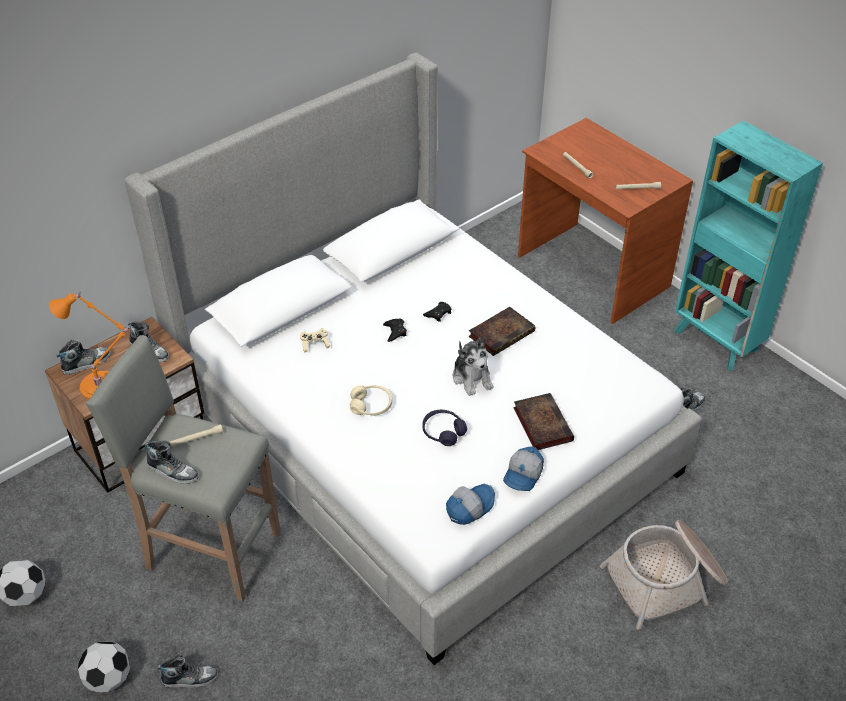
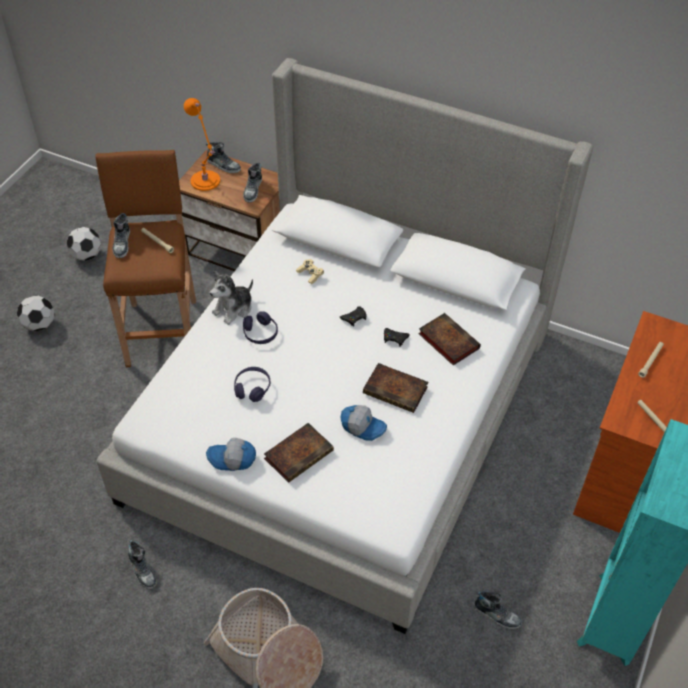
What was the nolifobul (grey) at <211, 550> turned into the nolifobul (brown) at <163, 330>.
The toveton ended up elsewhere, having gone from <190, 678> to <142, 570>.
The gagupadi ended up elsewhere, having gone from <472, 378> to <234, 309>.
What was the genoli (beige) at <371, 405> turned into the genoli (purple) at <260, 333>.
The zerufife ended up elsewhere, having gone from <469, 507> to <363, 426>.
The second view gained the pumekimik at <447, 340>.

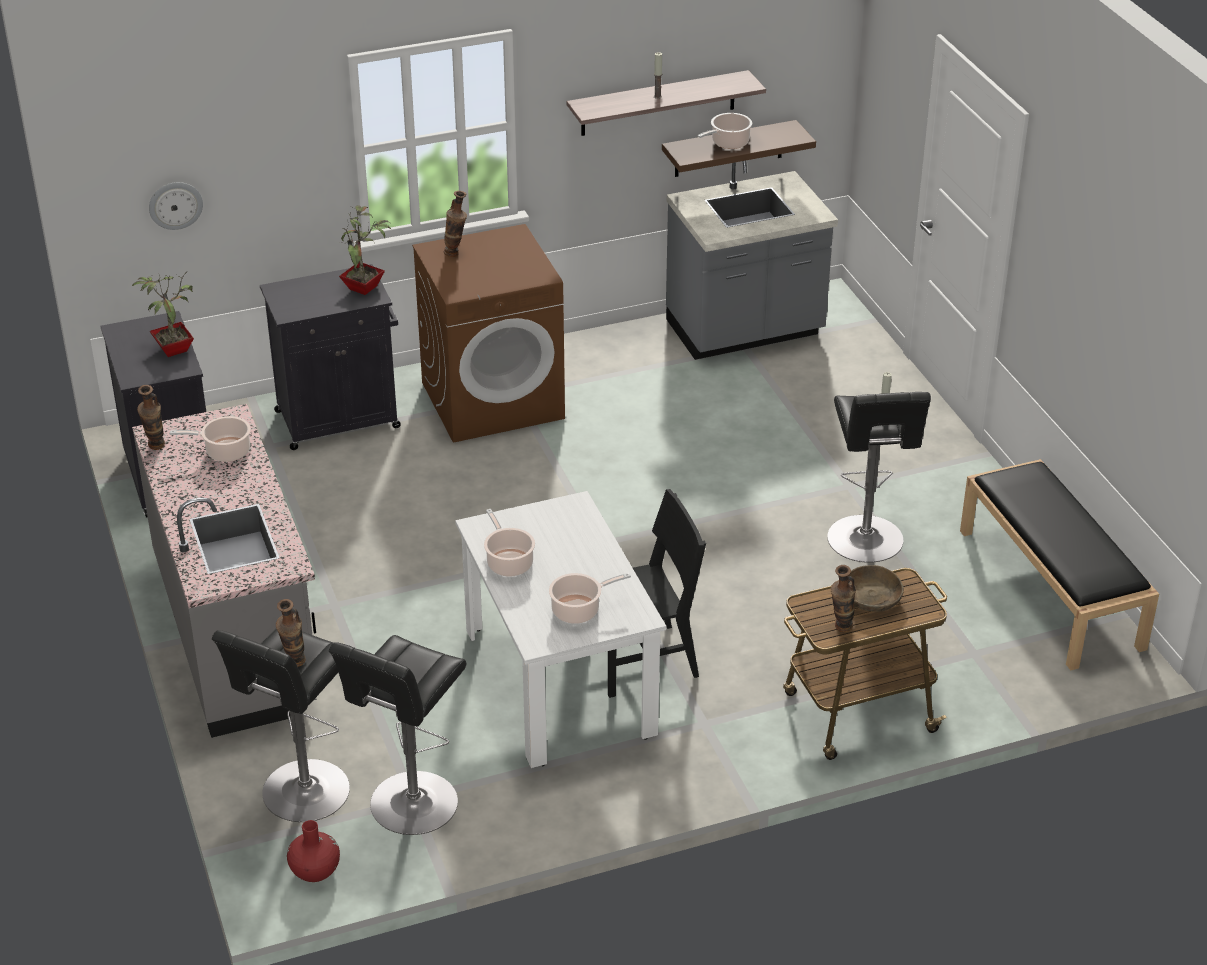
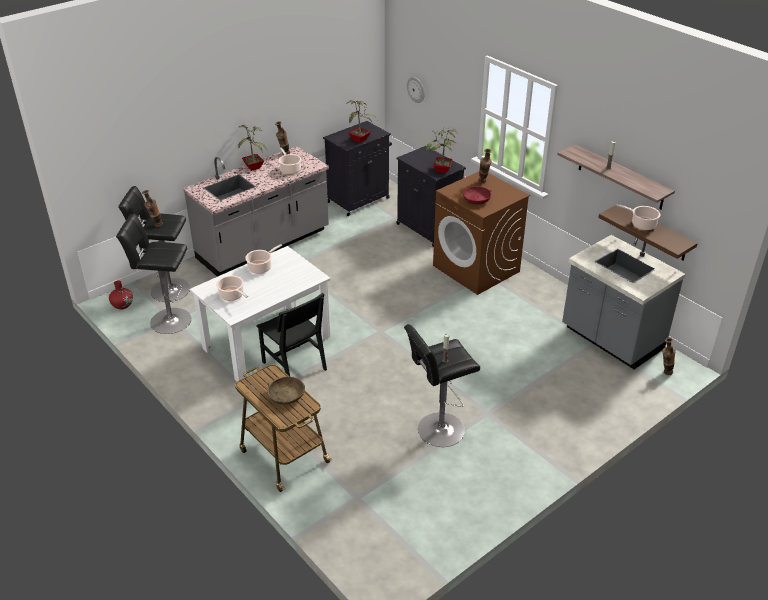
The second view gained the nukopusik at <254, 167>.
The second view gained the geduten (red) at <476, 199>.
The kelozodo ended up elsewhere, having gone from <840, 630> to <664, 372>.
The second view lost the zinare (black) at <1052, 589>.

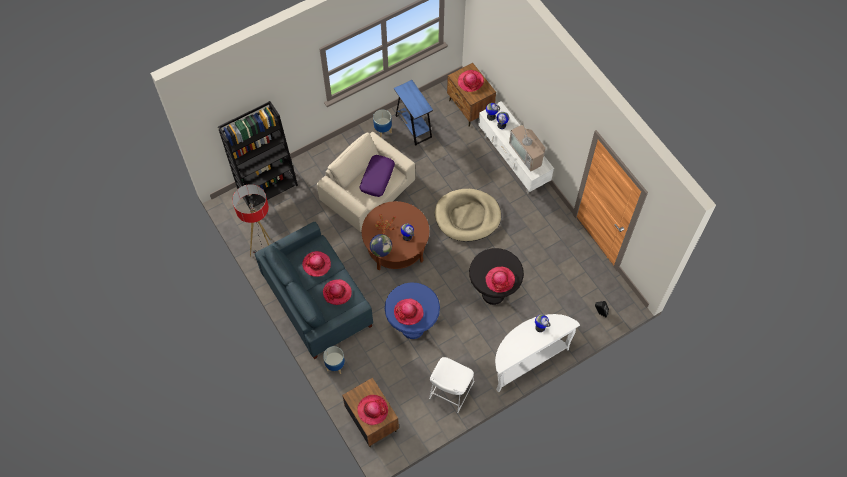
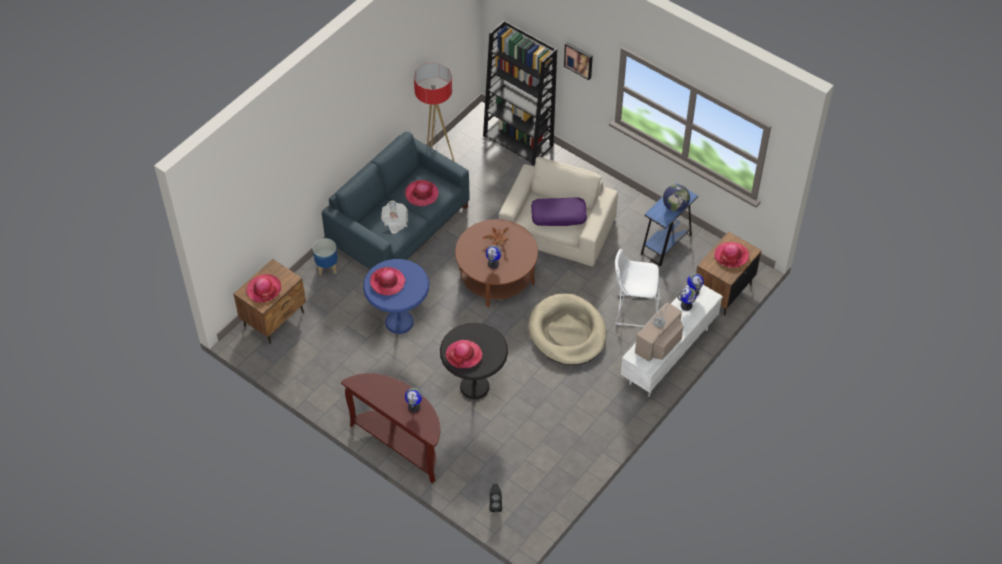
What was the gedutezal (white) at <526, 360> turned into the gedutezal (brown) at <401, 444>.
Where the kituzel stood at <337, 292>, the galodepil came to stand at <395, 222>.
The second view gained the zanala at <579, 60>.
The nolifobul (white) ended up elsewhere, having gone from <450, 392> to <634, 311>.
The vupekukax ended up elsewhere, having gone from <381, 250> to <675, 206>.
The second view lost the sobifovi at <382, 130>.

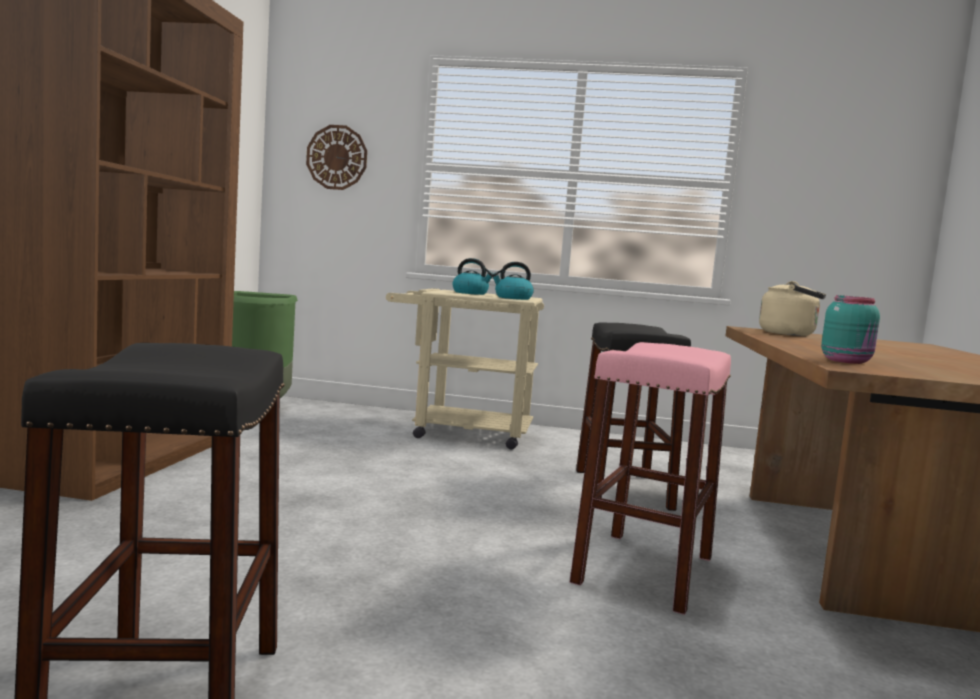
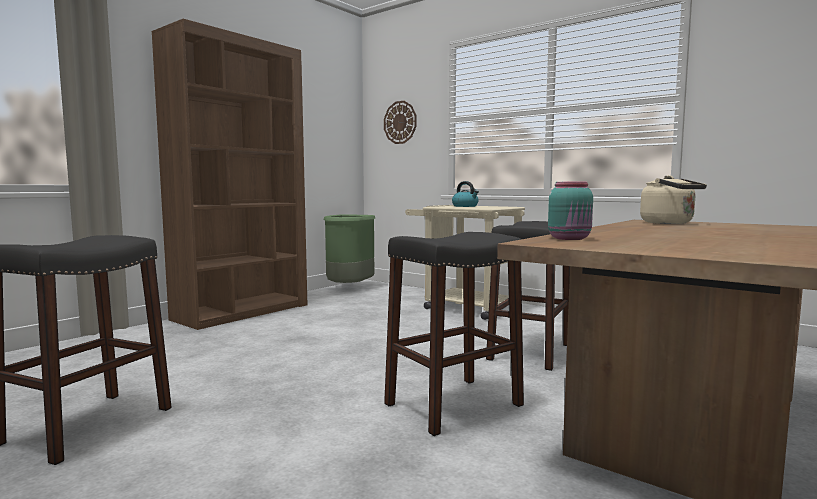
What was the nolifobul (pink) at <644, 569> turned into the nolifobul (black) at <454, 404>.
The second view lost the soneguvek at <512, 298>.

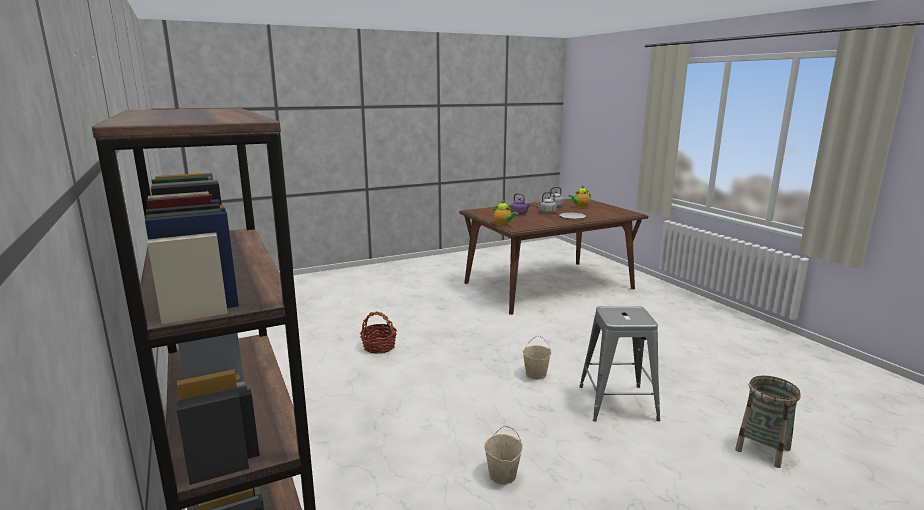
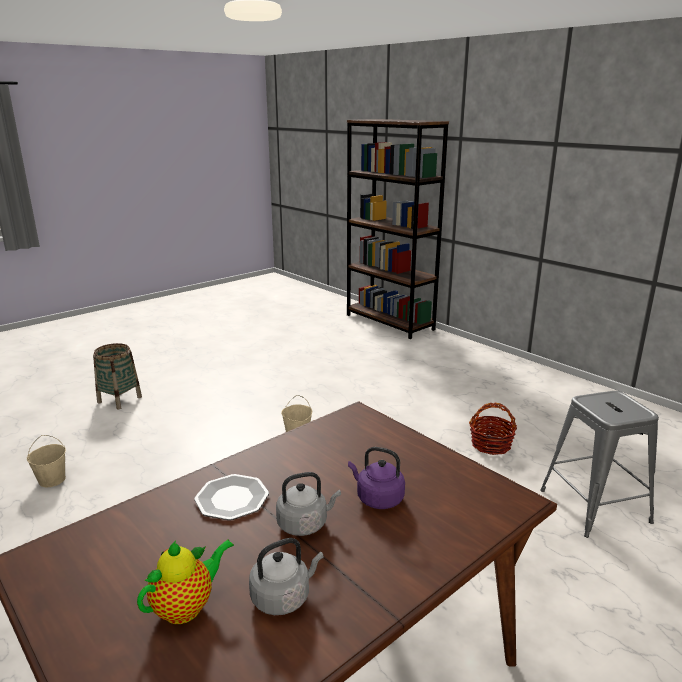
The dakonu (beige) ended up elsewhere, having gone from <502, 475> to <52, 480>.
The nolifobul (grey) ended up elsewhere, having gone from <618, 403> to <593, 506>.
The second view lost the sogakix at <503, 224>.

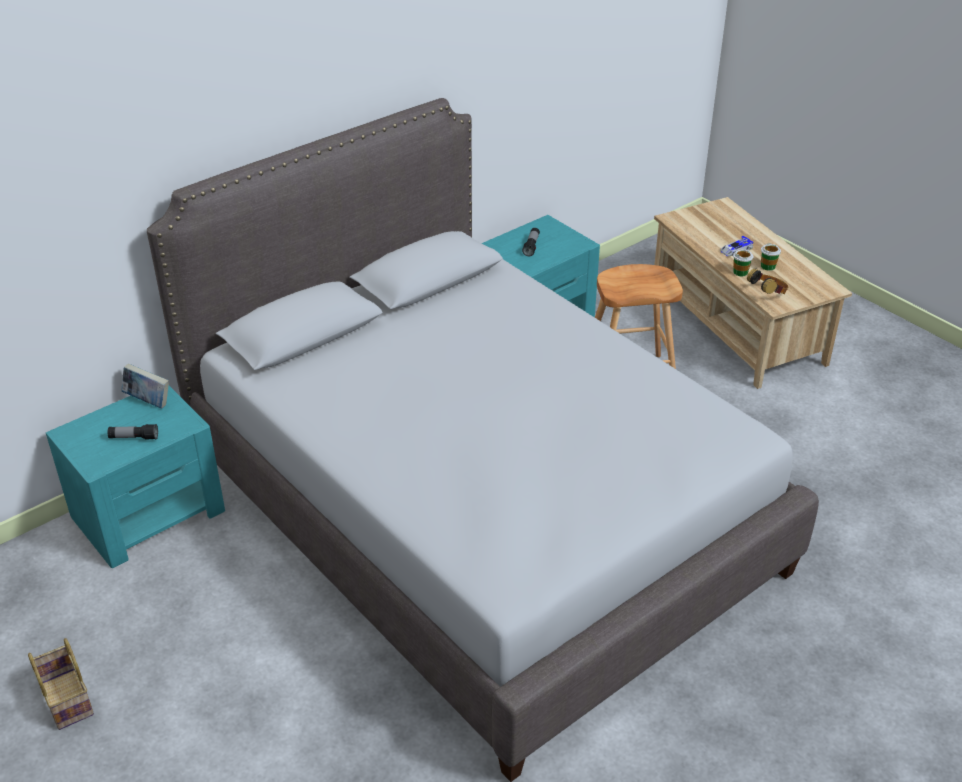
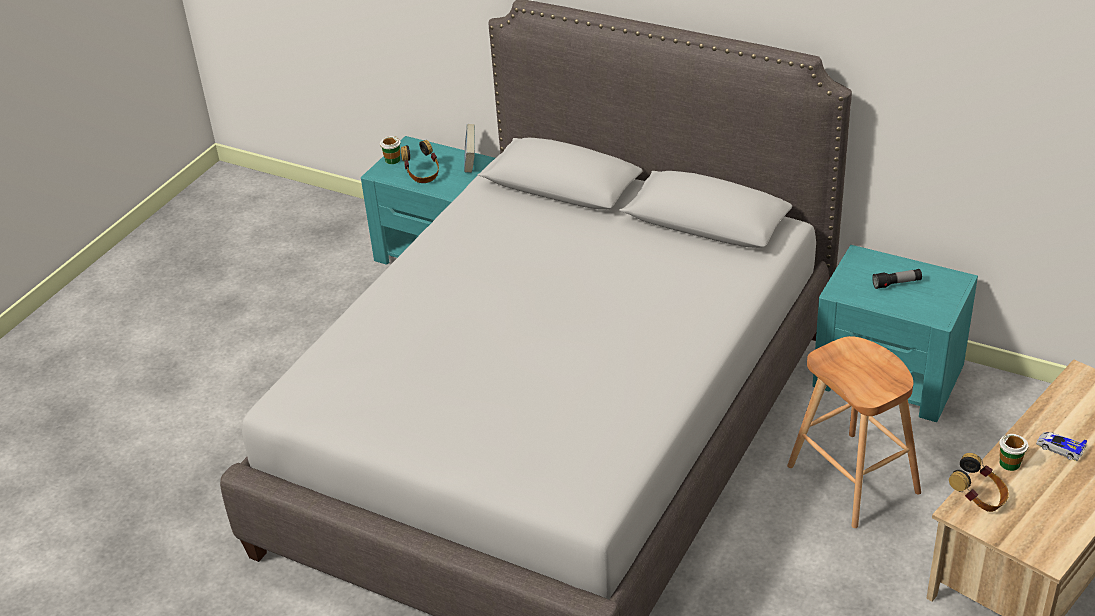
The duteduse ended up elsewhere, having gone from <768, 266> to <392, 160>.
Where the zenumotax stood at <134, 438>, the genoli came to stand at <422, 175>.
The second view lost the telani at <65, 699>.

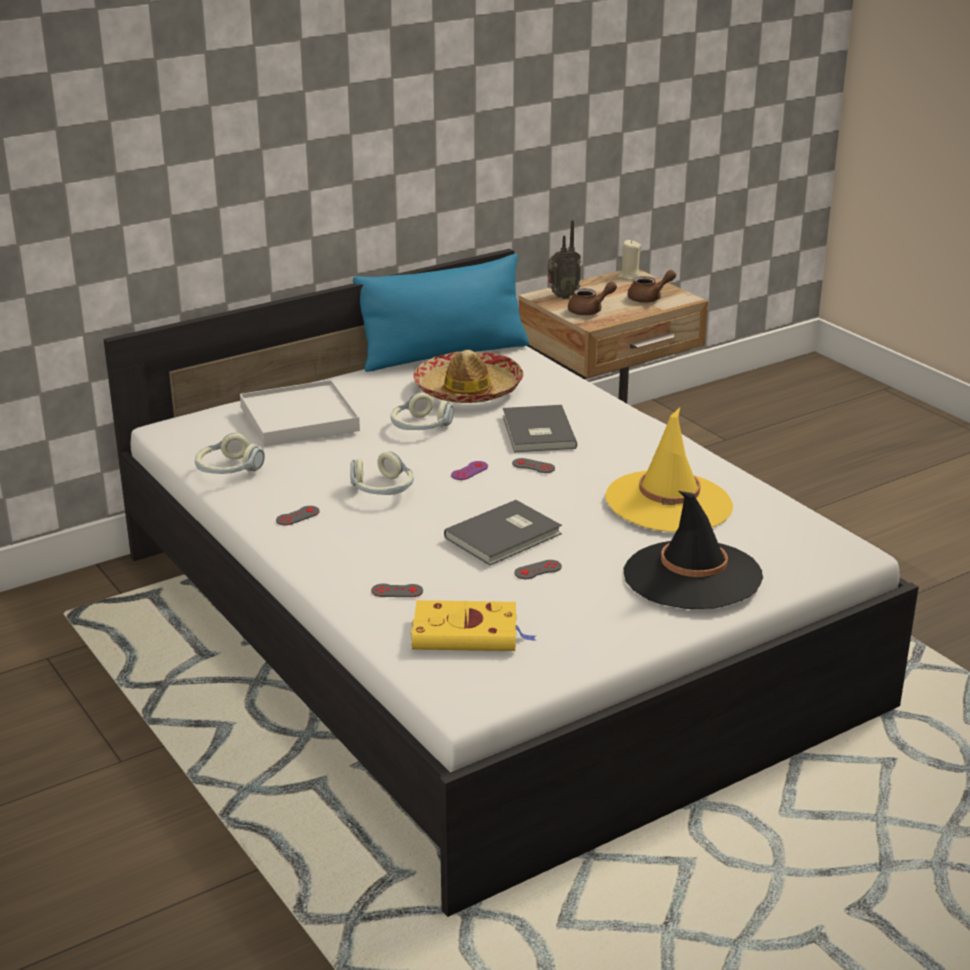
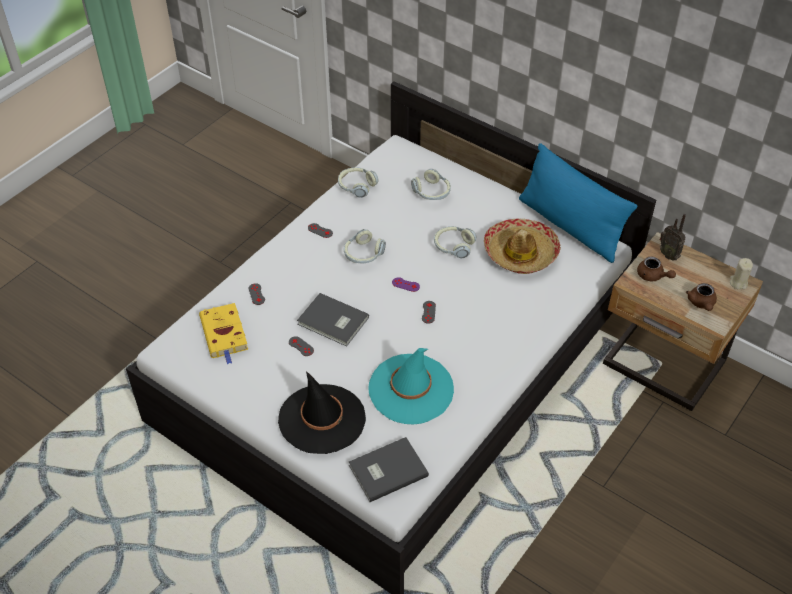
The pumekimik (grey) ended up elsewhere, having gone from <536, 432> to <386, 470>.
What was the kituzel (yellow) at <669, 502> turned into the kituzel (turquoise) at <411, 389>.
Where the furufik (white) stood at <299, 419>, the genoli came to stand at <432, 192>.
The sogakix (brown) at <649, 298> ended up facing another way, 45 degrees clockwise from before.

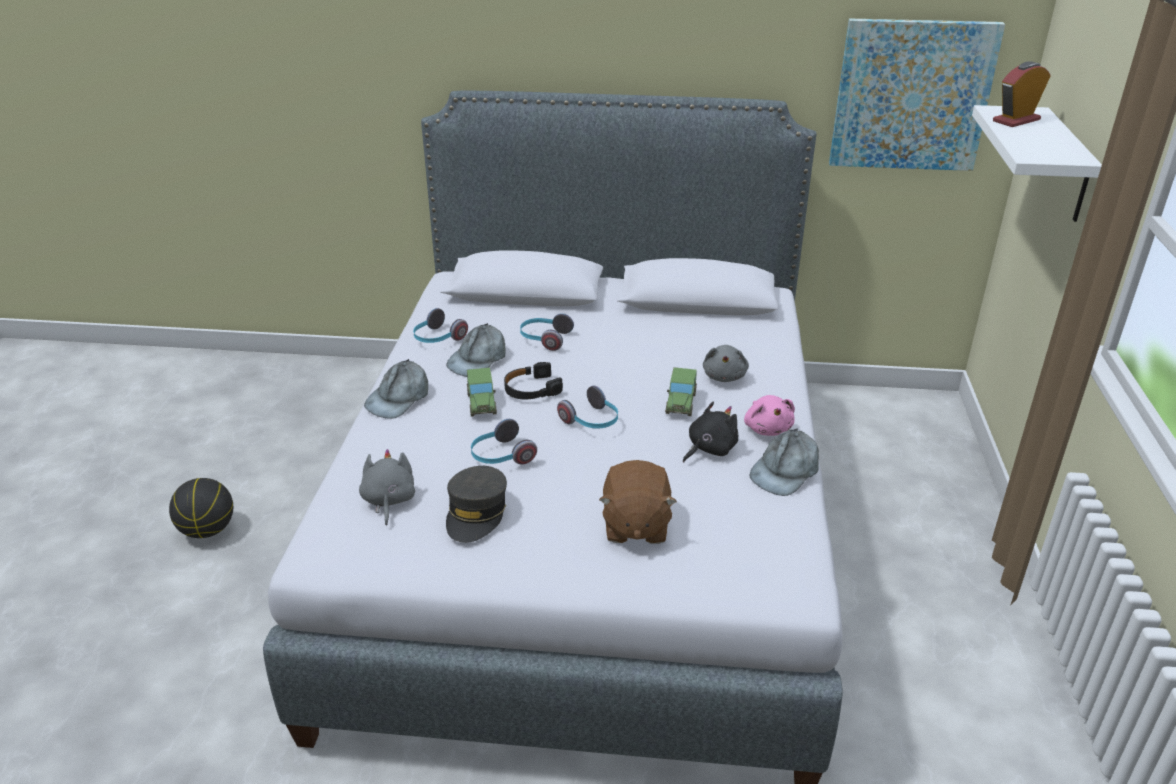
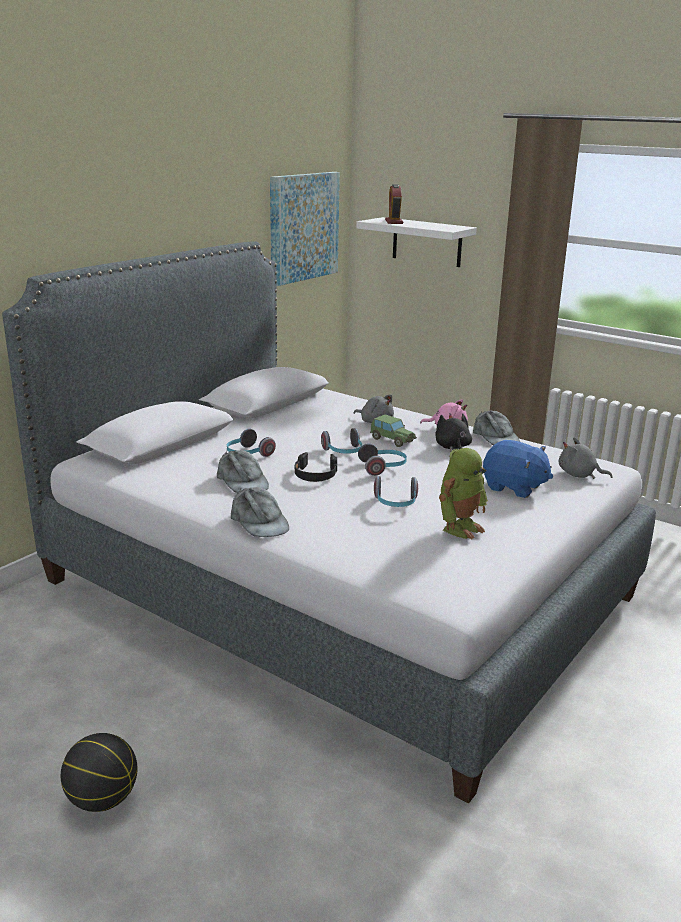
The genoli ended up elsewhere, having gone from <437, 339> to <344, 452>.
Where the zerufife (grey) stood at <476, 513>, the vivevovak came to stand at <460, 527>.
What was the gagupadi (brown) at <635, 525> turned into the gagupadi (blue) at <514, 487>.
The gagupadi (grey) ended up elsewhere, having gone from <388, 501> to <579, 475>.
The second view lost the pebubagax at <481, 403>.

